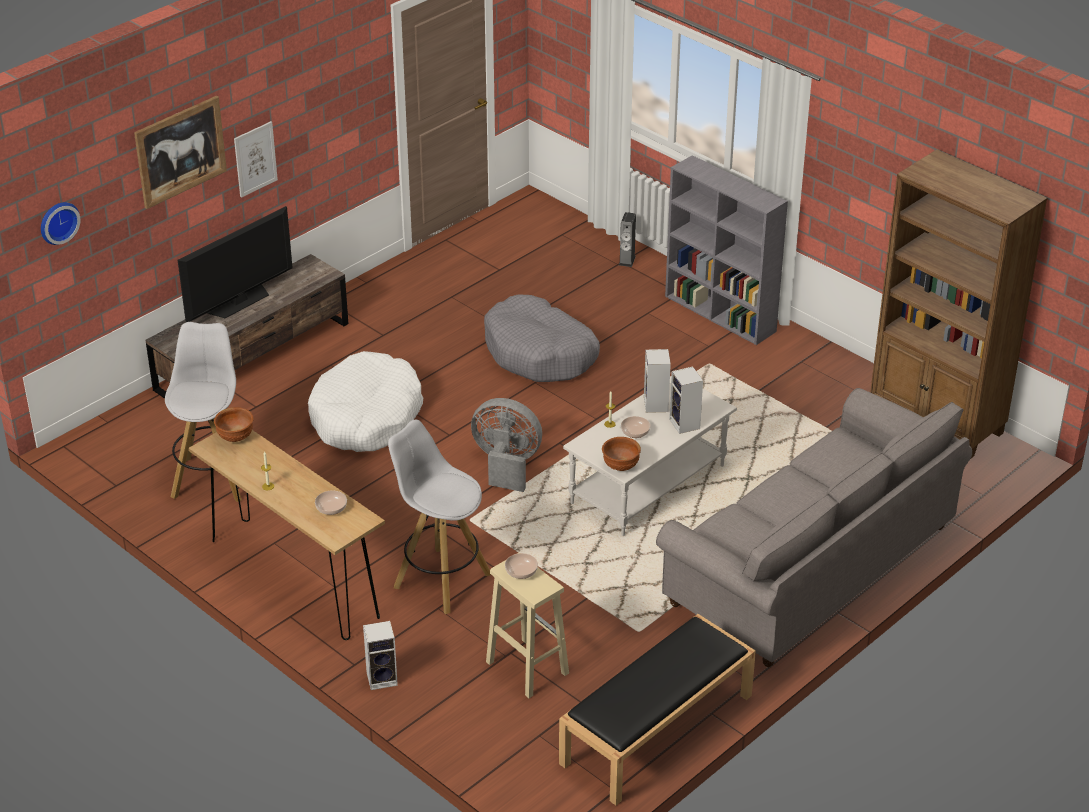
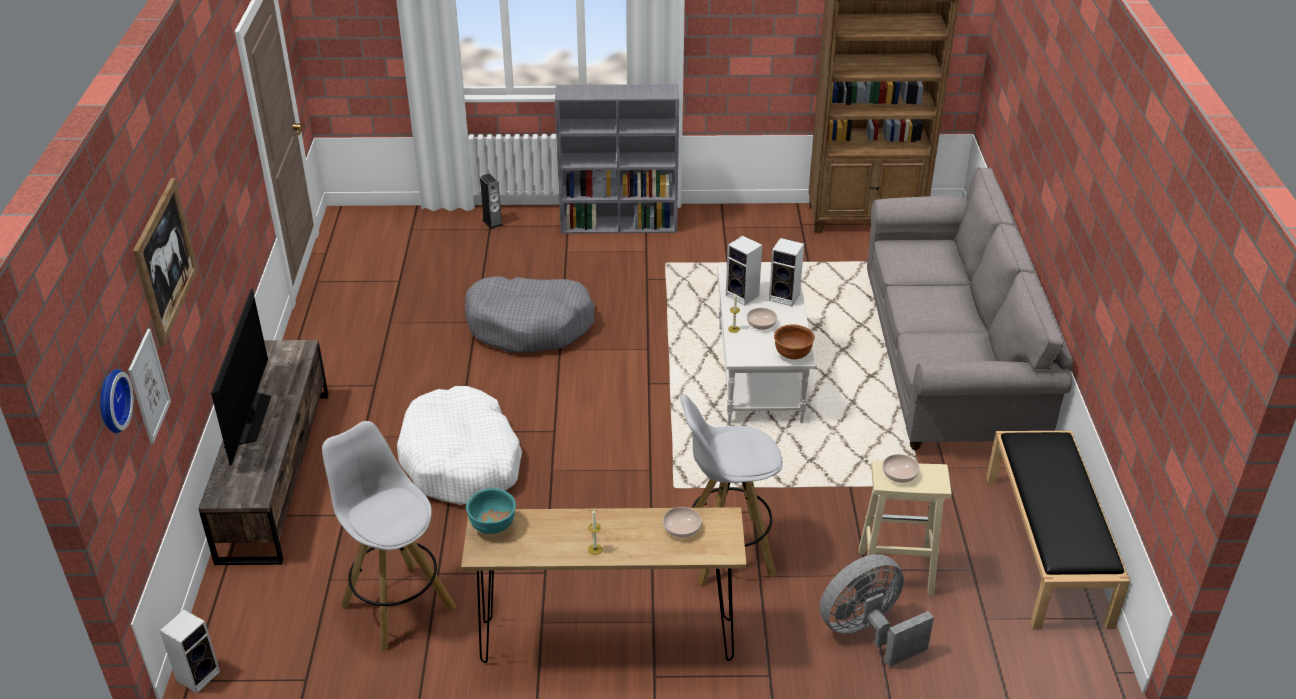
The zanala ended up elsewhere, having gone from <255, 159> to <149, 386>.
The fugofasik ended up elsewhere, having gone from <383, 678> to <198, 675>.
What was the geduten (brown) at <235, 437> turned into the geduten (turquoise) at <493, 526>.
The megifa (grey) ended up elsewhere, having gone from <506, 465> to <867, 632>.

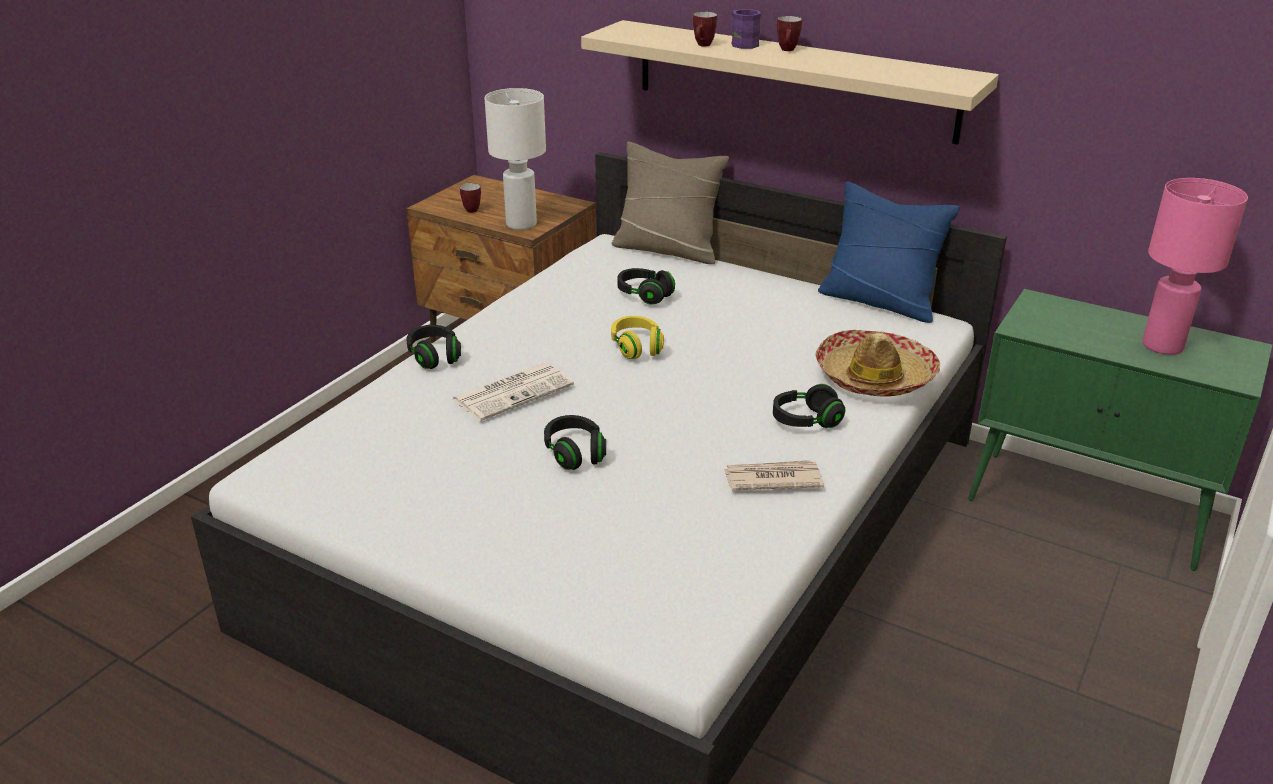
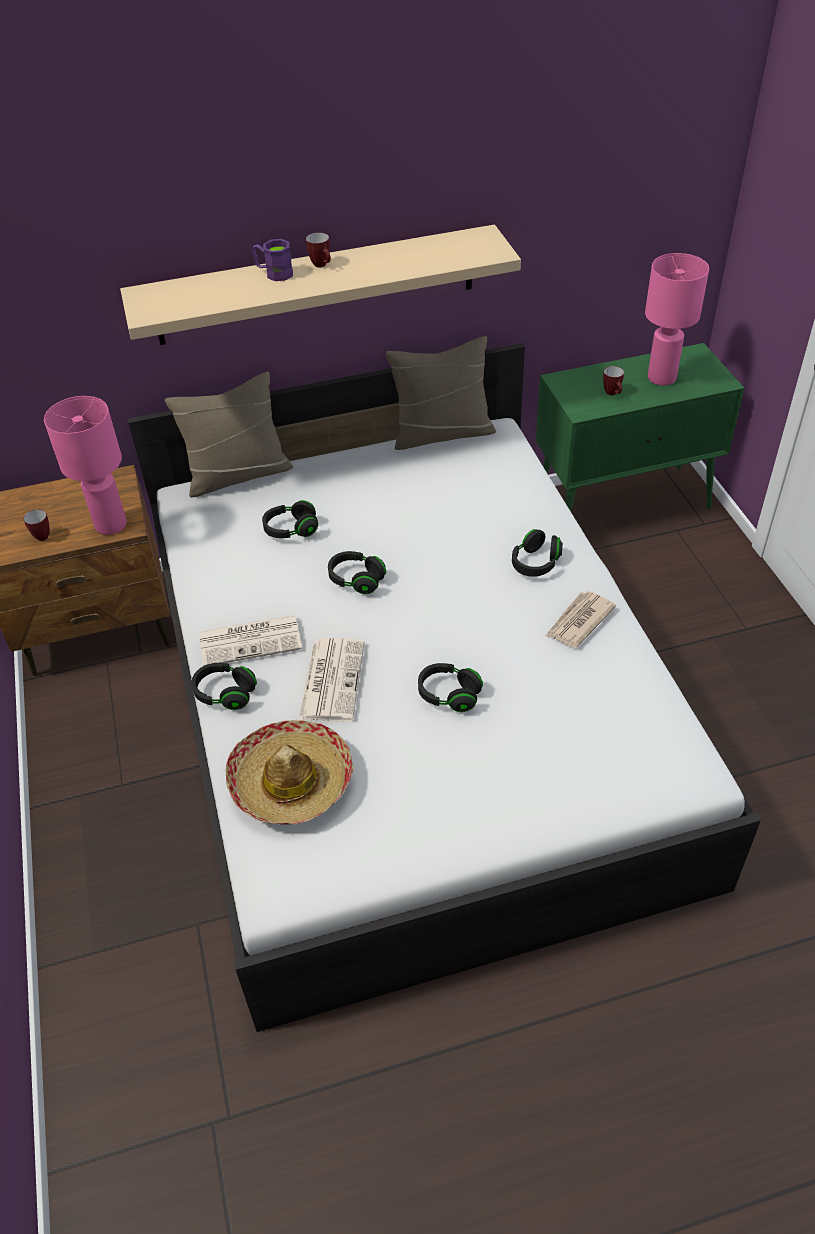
What was the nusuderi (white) at <520, 224> turned into the nusuderi (pink) at <110, 525>.
The second view gained the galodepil at <251, 640>.
The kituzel ended up elsewhere, having gone from <875, 376> to <291, 781>.
What was the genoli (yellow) at <637, 347> turned into the genoli (black) at <356, 580>.
What was the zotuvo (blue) at <879, 301> turned into the zotuvo (beige) at <442, 433>.
The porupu ended up elsewhere, having gone from <703, 46> to <613, 394>.

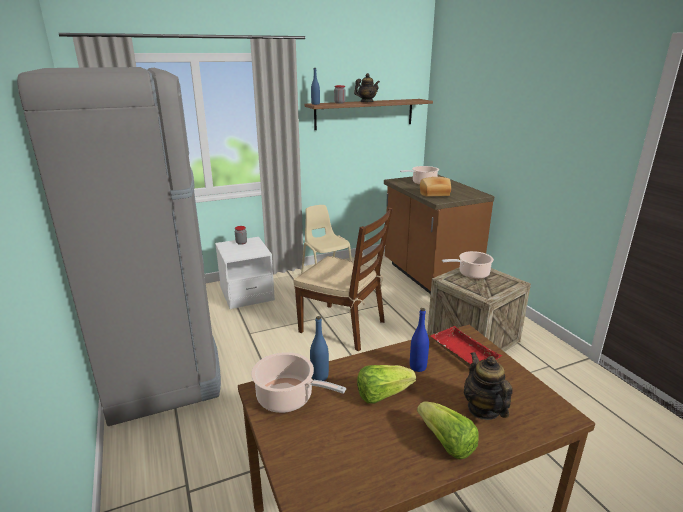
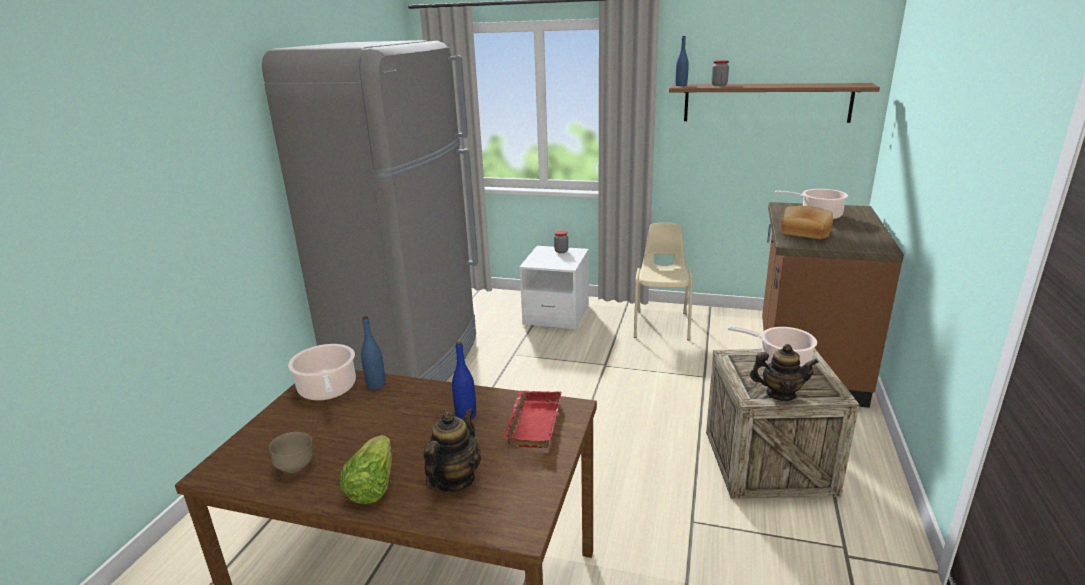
The second view gained the geduten (brown) at <296, 468>.
The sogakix ended up elsewhere, having gone from <366, 102> to <780, 394>.
The second view lost the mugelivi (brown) at <343, 326>.
The second view lost the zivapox at <382, 394>.

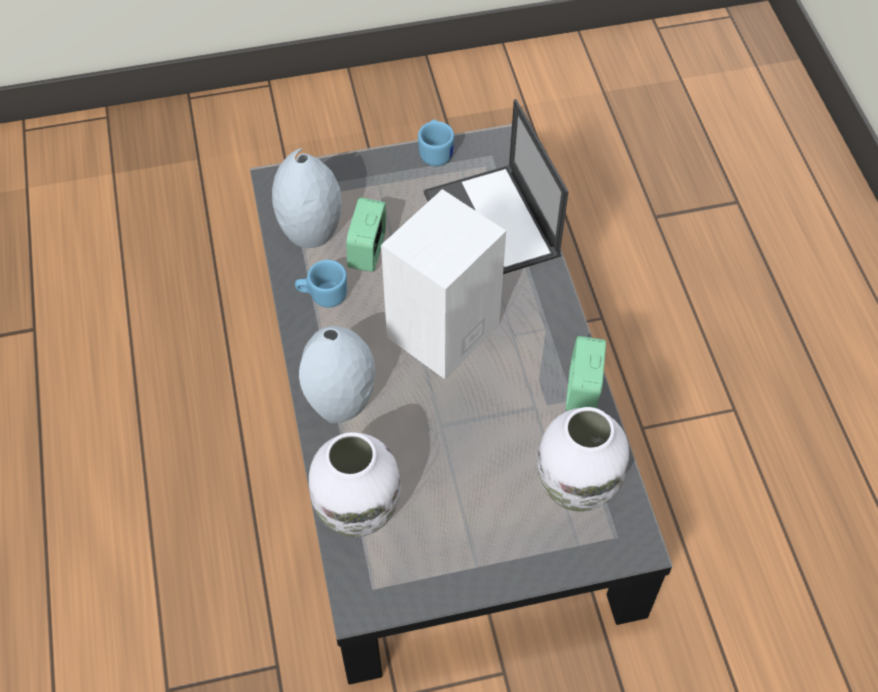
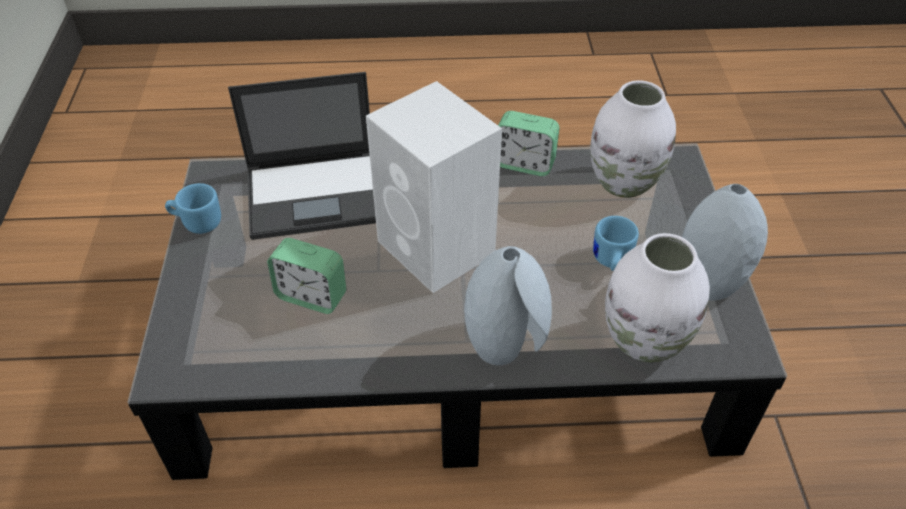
The porupu (blue) ended up elsewhere, having gone from <323, 295> to <610, 262>.
The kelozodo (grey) ended up elsewhere, having gone from <309, 229> to <707, 281>.

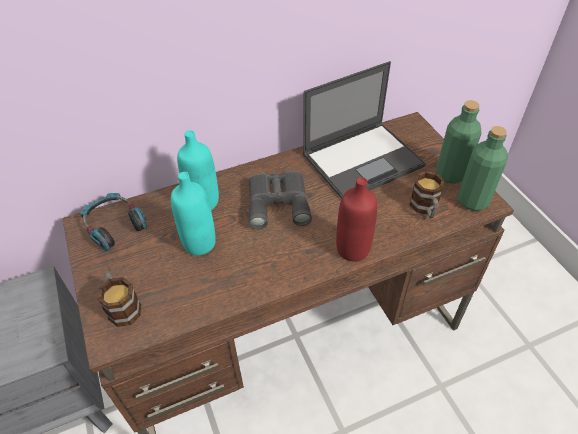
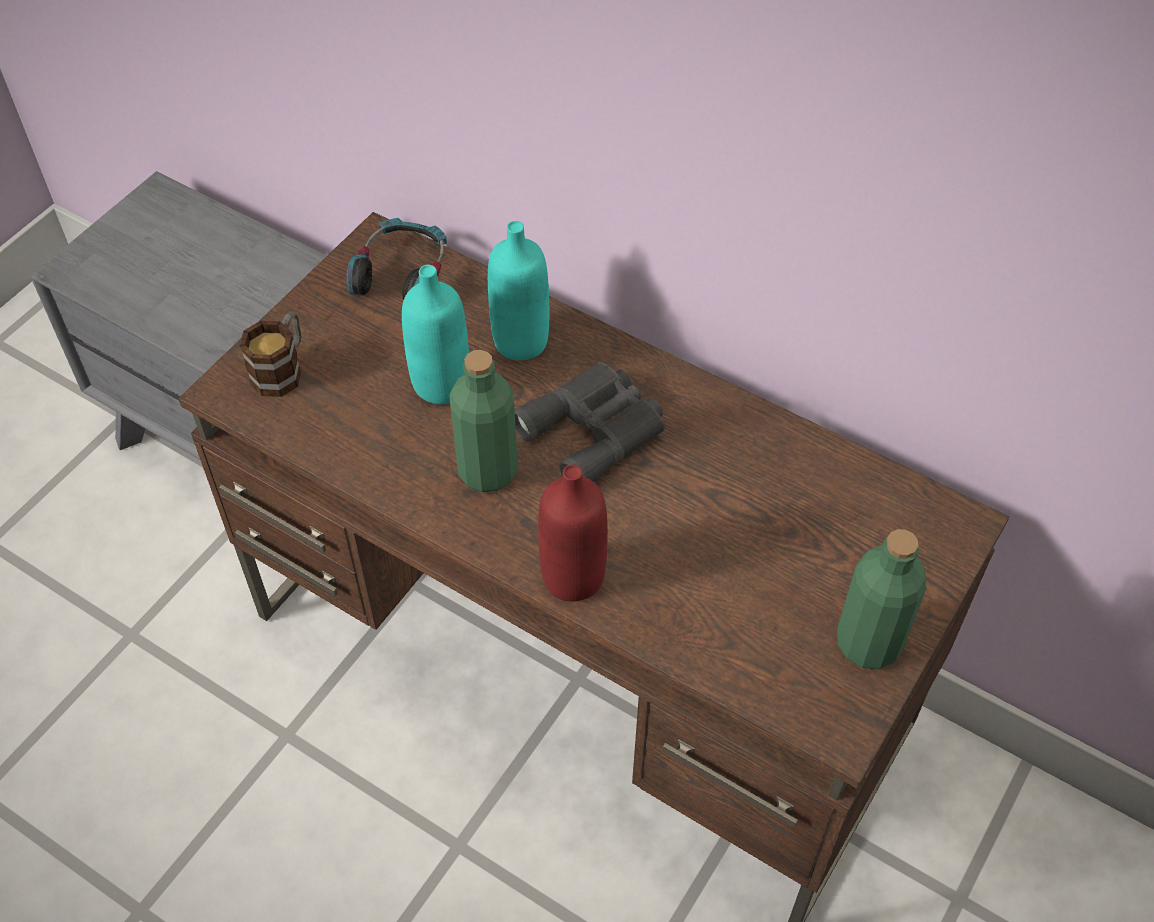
The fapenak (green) ended up elsewhere, having gone from <472, 201> to <487, 471>.
The second view lost the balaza at <363, 159>.
The second view lost the porupu at <425, 208>.

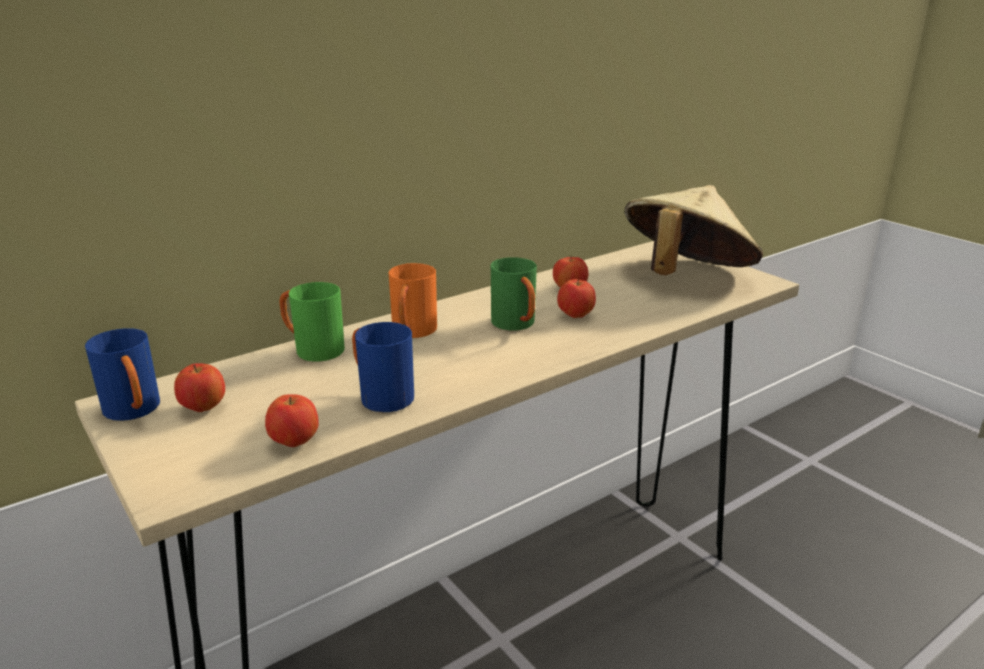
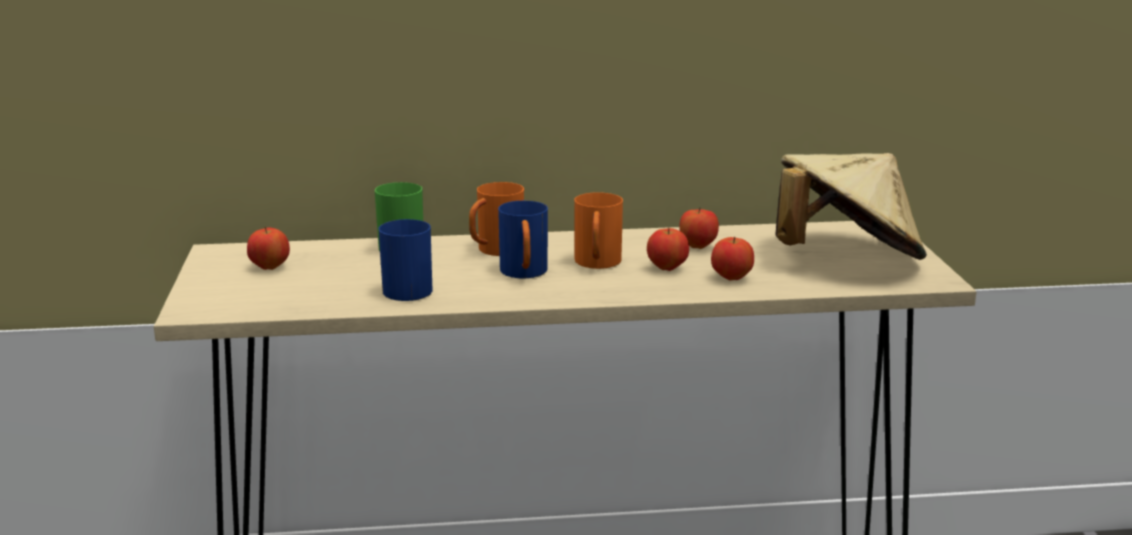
The porupu (blue) ended up elsewhere, having gone from <135, 412> to <524, 274>.
What was the porupu (green) at <517, 326> turned into the porupu (orange) at <597, 265>.
The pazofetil ended up elsewhere, having gone from <294, 442> to <731, 278>.

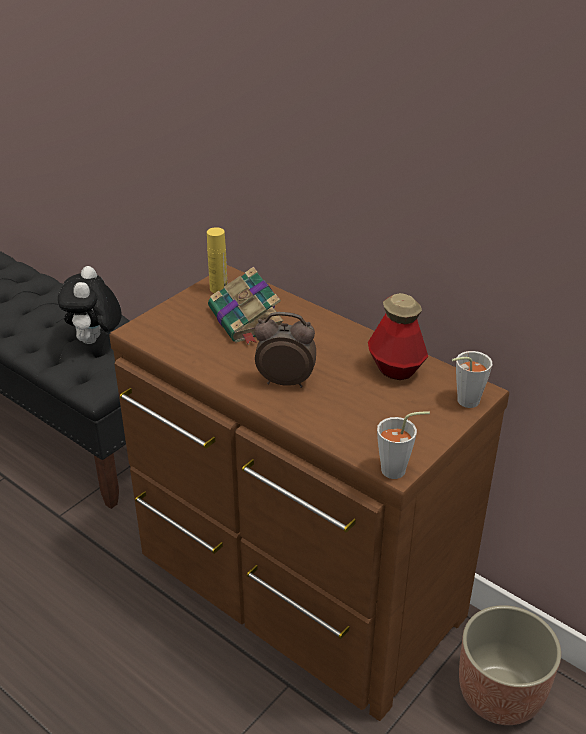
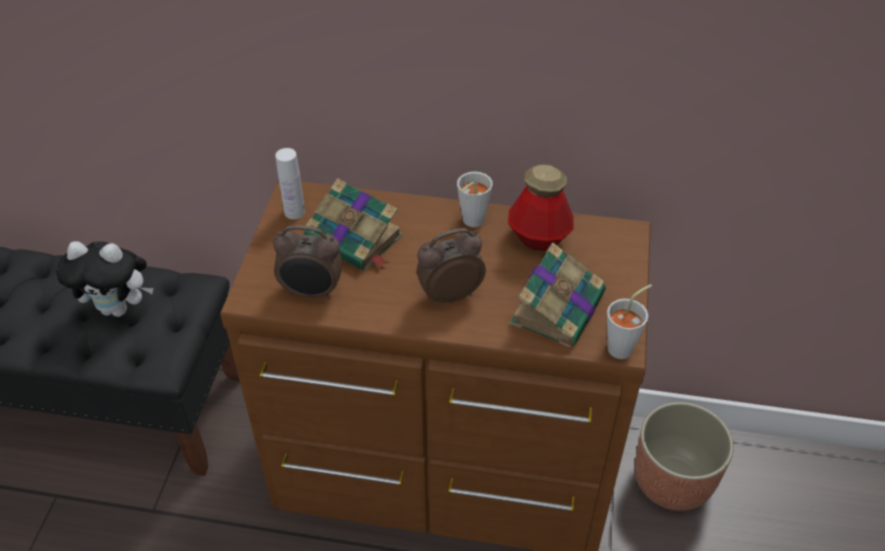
The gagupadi at <95, 341> ended up facing another way, 60 degrees counterclockwise from before.
The second view gained the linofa at <312, 292>.
What was the fapenak (yellow) at <218, 289> turned into the fapenak (white) at <294, 212>.
The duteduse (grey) ended up elsewhere, having gone from <463, 402> to <470, 222>.
The second view gained the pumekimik at <558, 306>.

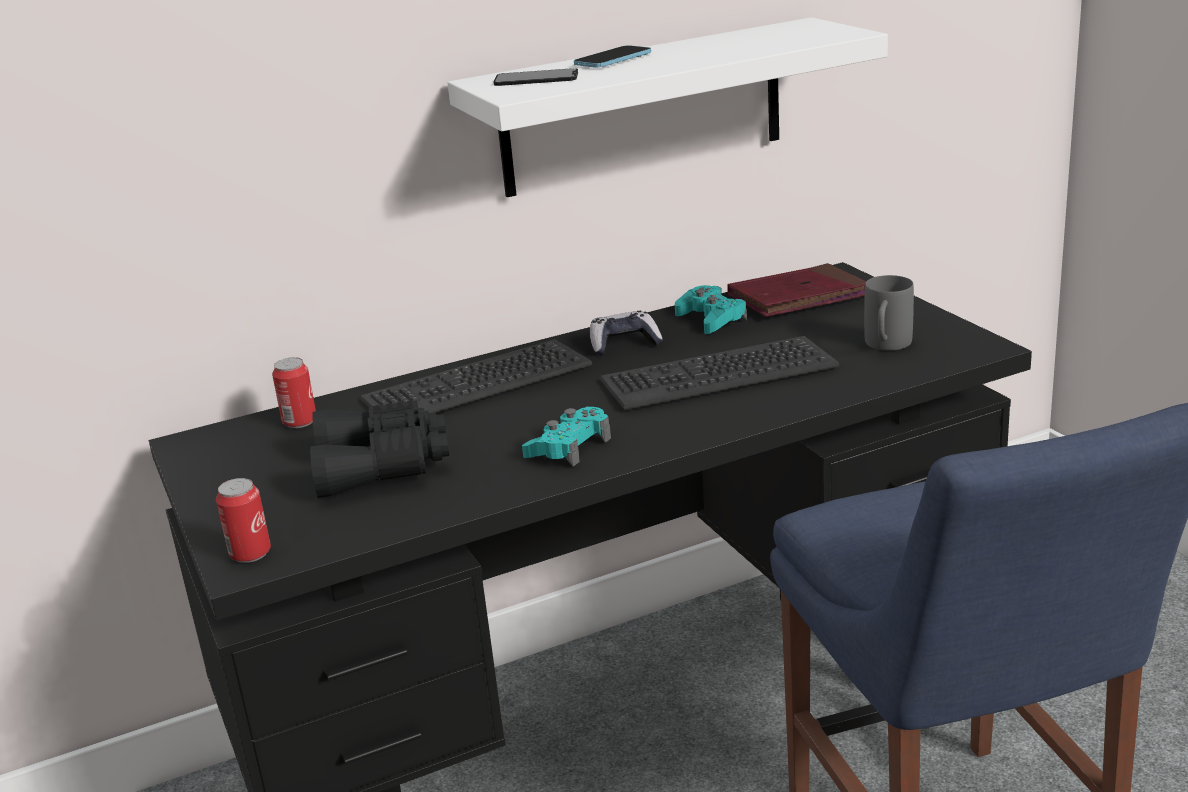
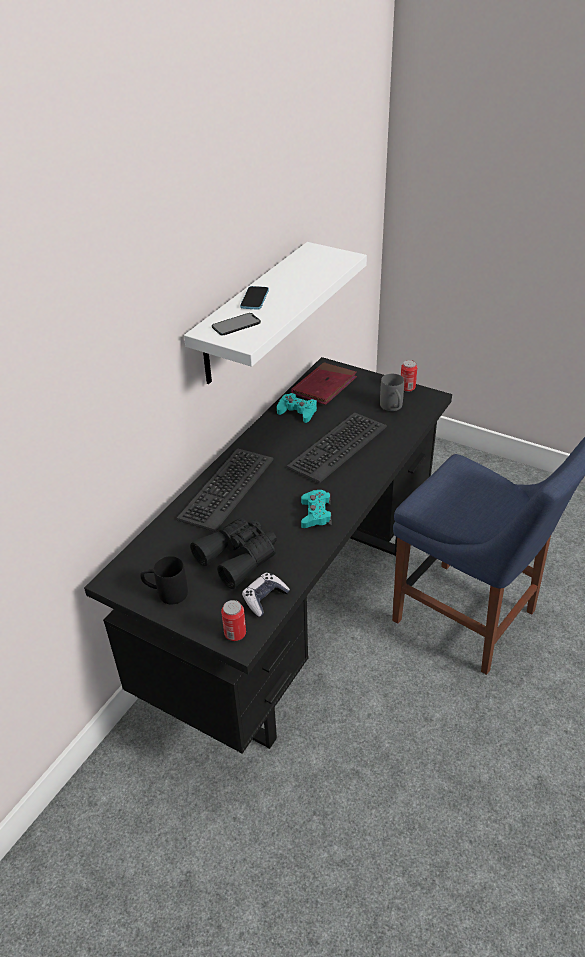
The second view gained the porupu (black) at <166, 593>.
The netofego ended up elsewhere, having gone from <624, 343> to <264, 598>.
The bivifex ended up elsewhere, having gone from <300, 421> to <407, 388>.

